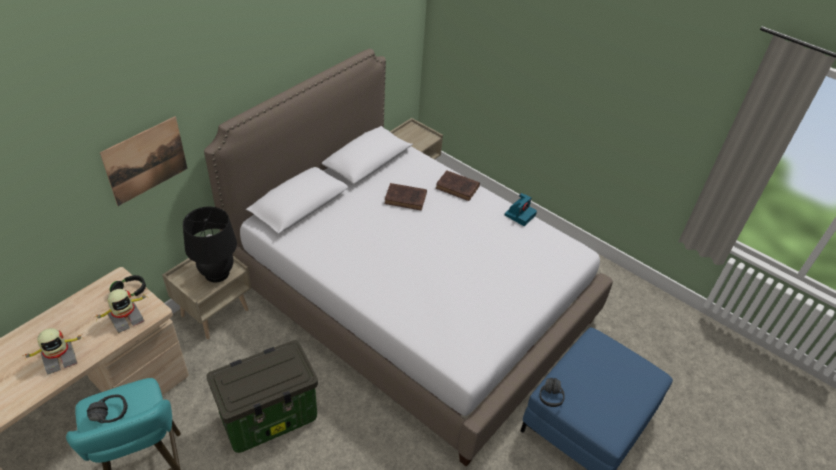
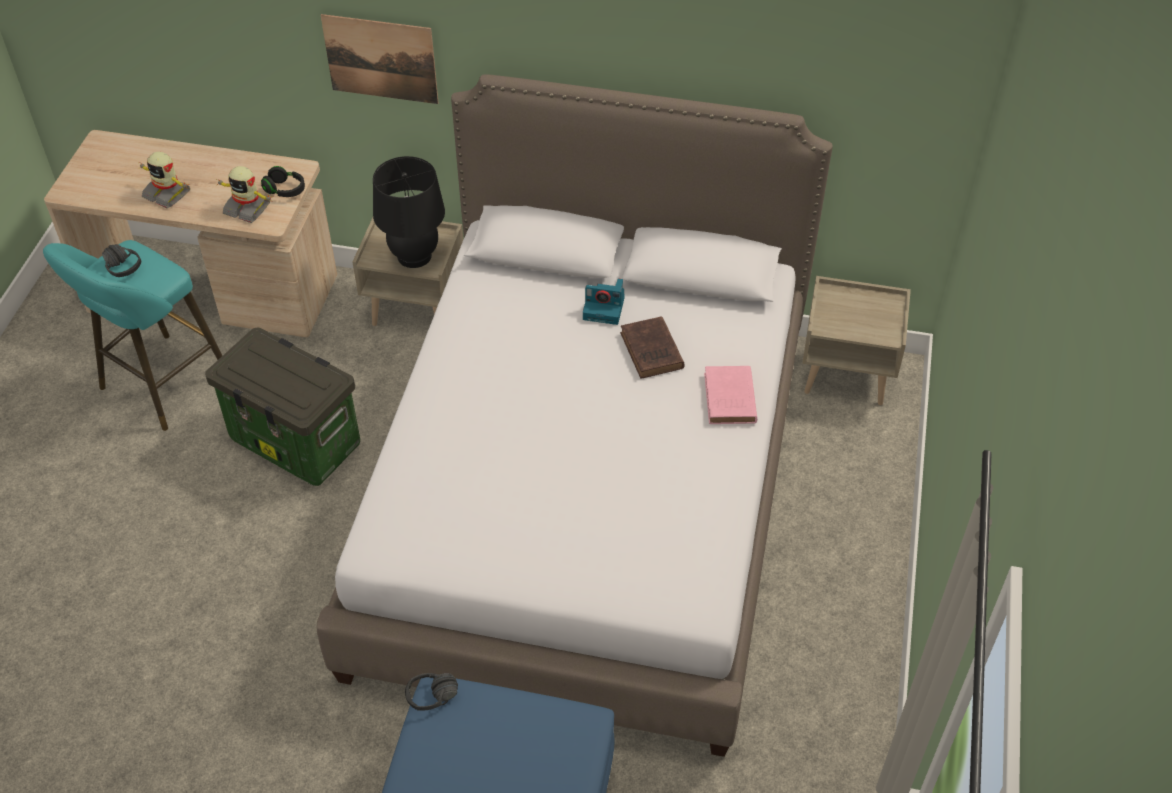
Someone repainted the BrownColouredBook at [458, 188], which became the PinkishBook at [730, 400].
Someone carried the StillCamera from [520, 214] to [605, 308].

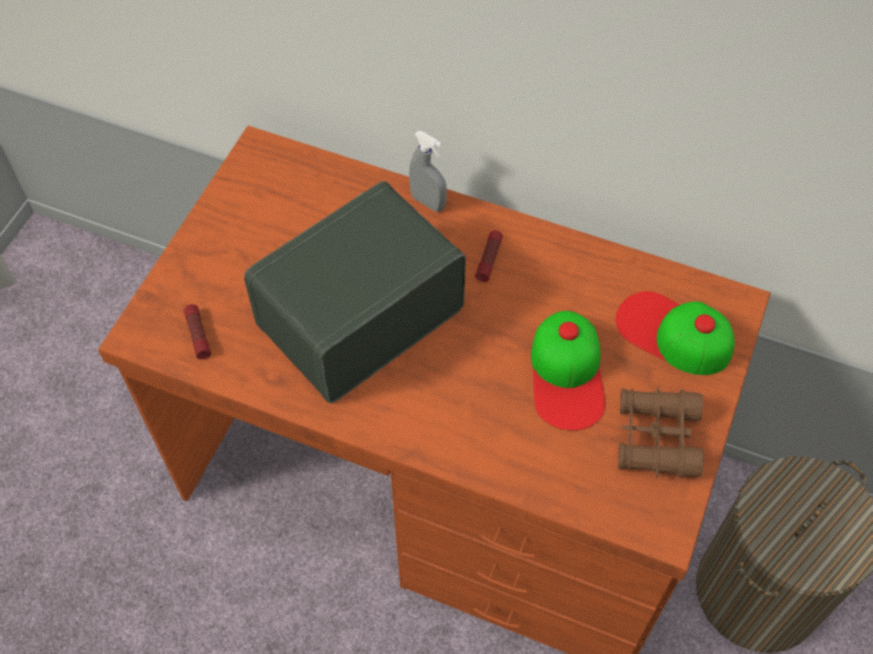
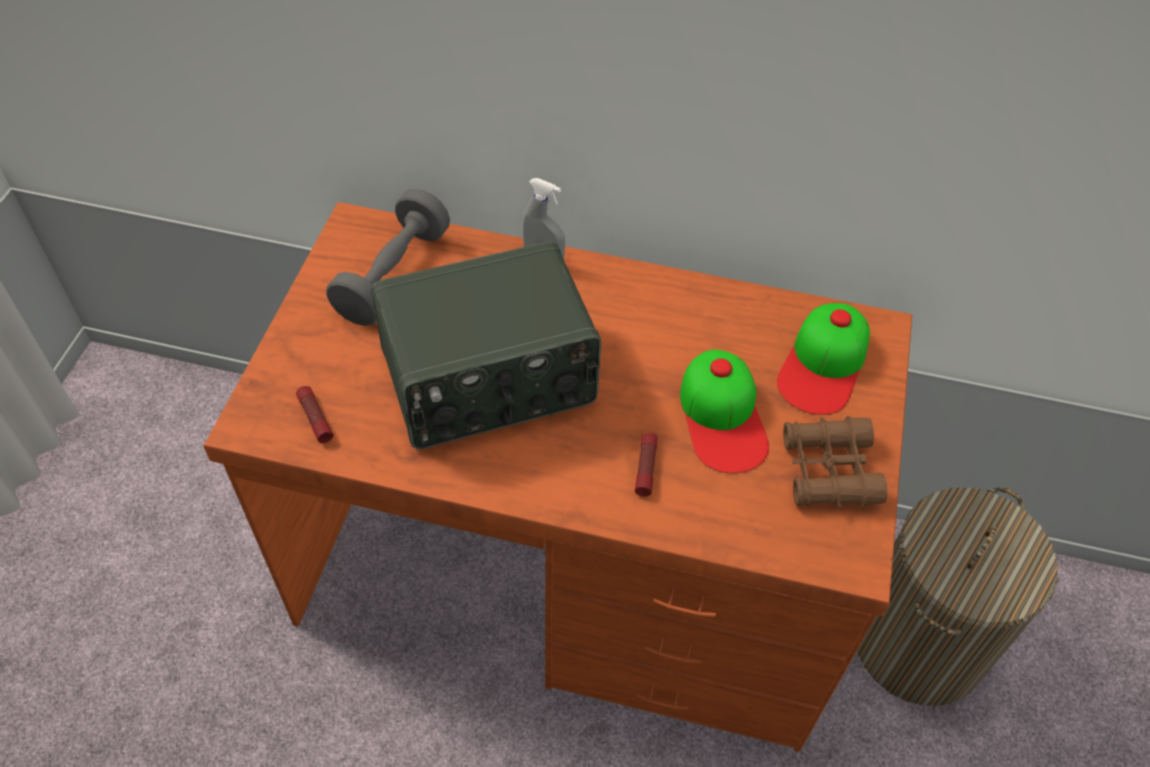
Someone rotated the RadioSet at [358, 315] by 150 degrees counterclockwise.
Someone carried the HandTorch from [489, 259] to [645, 468].
Someone rotated the Cap at [673, 334] by 90 degrees counterclockwise.
Someone put down the GrayHandWeight at [393, 275].

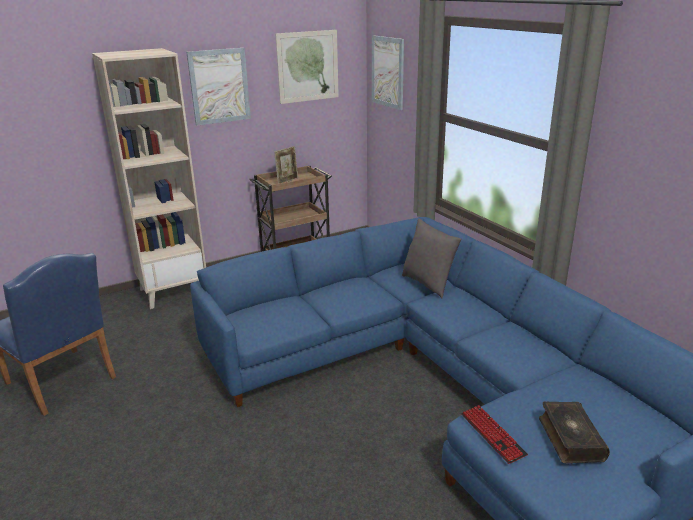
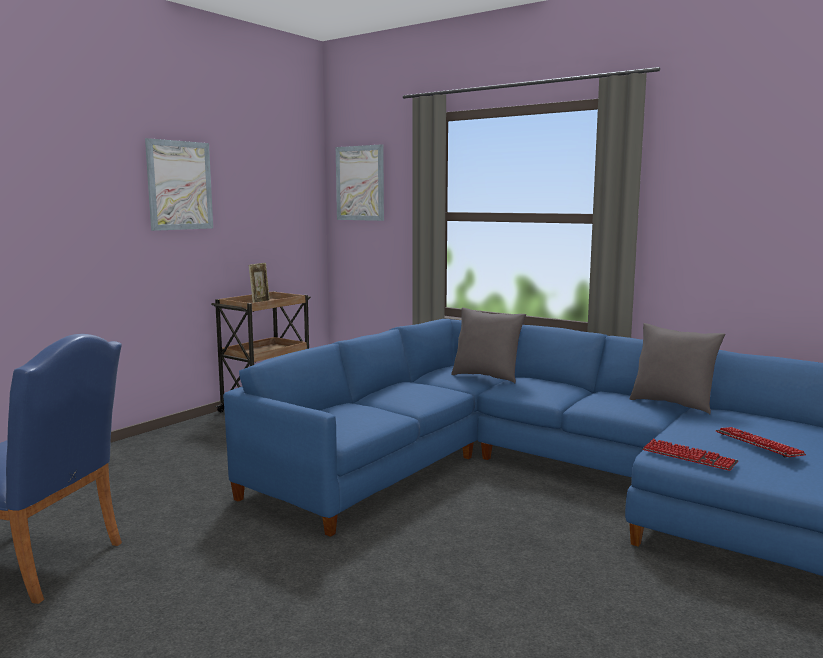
Someone took away the WallPicture at [308, 66].
Someone took away the BeigeColouredBookcase at [173, 291].
Someone swapped the Book at [570, 439] for the PcKeyboard at [758, 444].
Someone put down the GrayPillow at [672, 404].

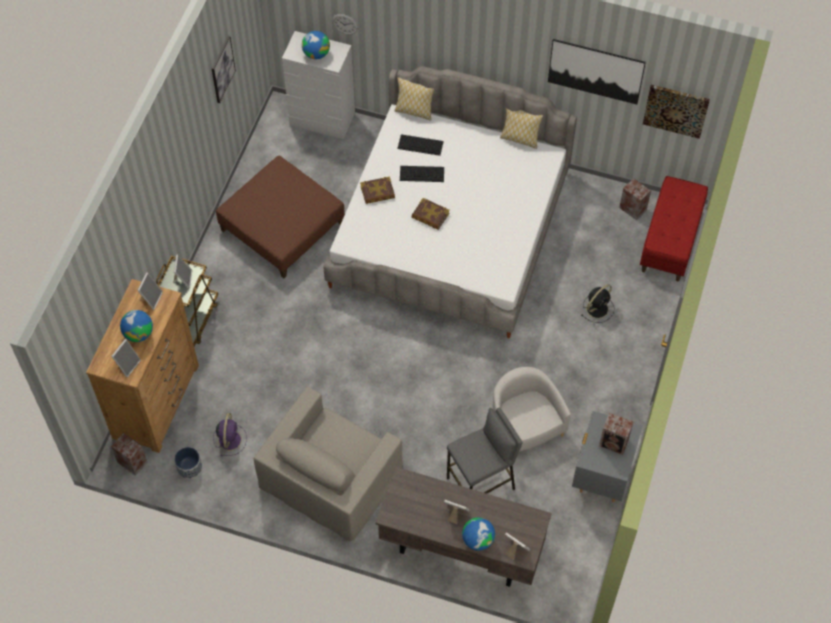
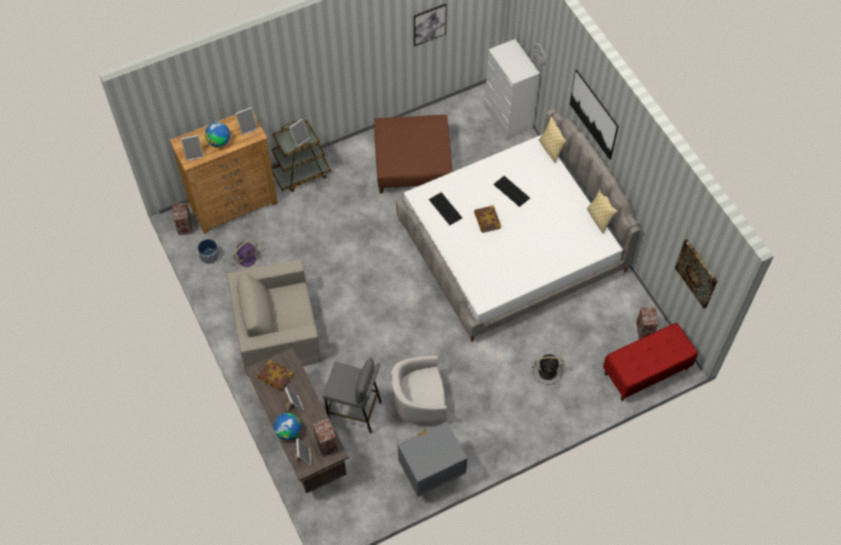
Someone took away the Globe at [316, 54].
Someone carried the WallPicture from [595, 71] to [593, 114].
Someone carried the PcKeyboard from [421, 145] to [445, 209].
Someone carried the Book from [377, 192] to [275, 377].
Someone rotated the WhiteEasyChair at [524, 426] by 120 degrees counterclockwise.
Someone carried the AudioSpeaker from [614, 443] to [326, 445].

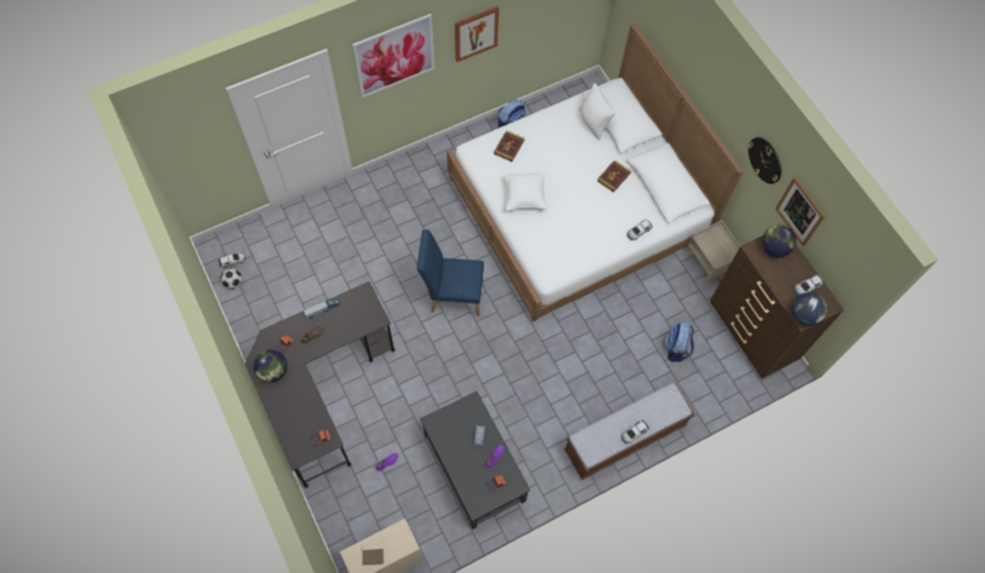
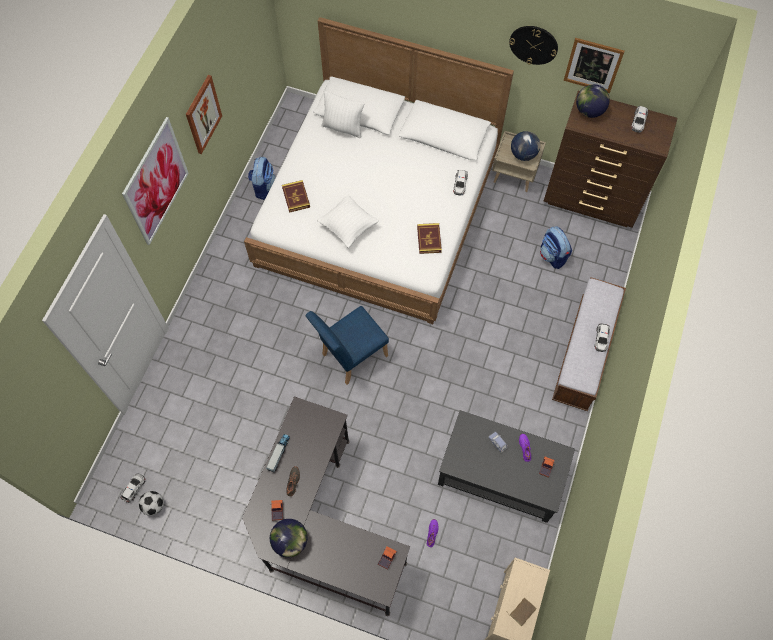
Someone carried the Book from [613, 177] to [429, 239].
Someone carried the Globe from [804, 316] to [523, 154].

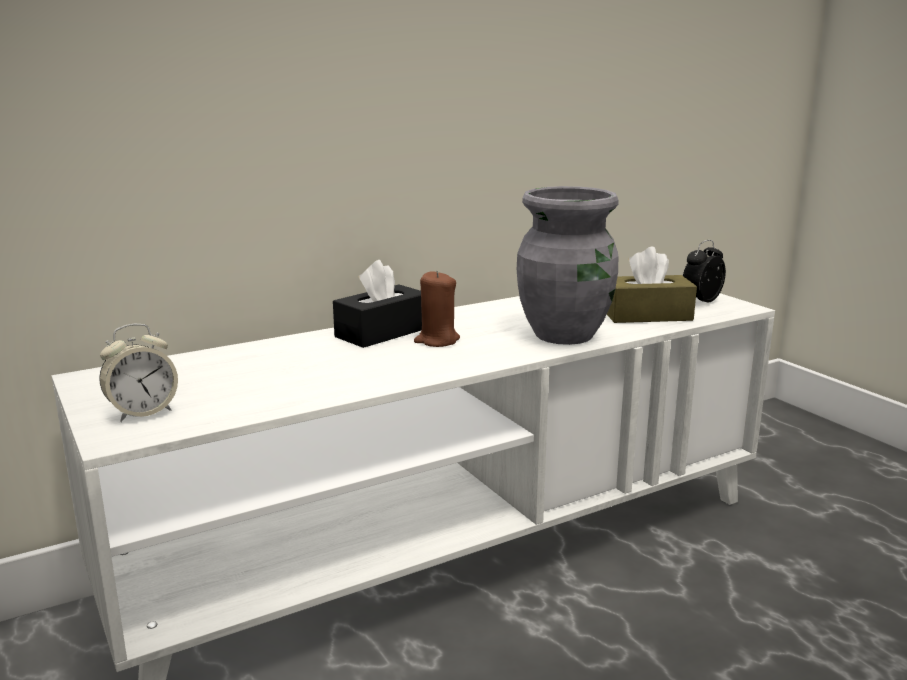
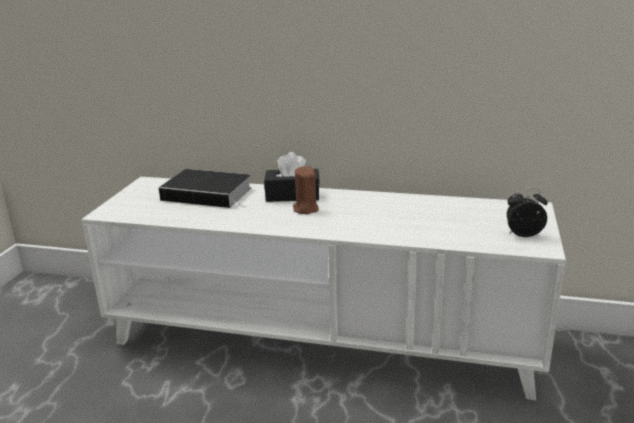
Someone took away the GrayDecorativeVase at [565, 335].
Someone took away the BrownColouredTissueHolder at [647, 315].
Someone took away the BedsideClock at [142, 412].
Someone put down the Book at [210, 194].

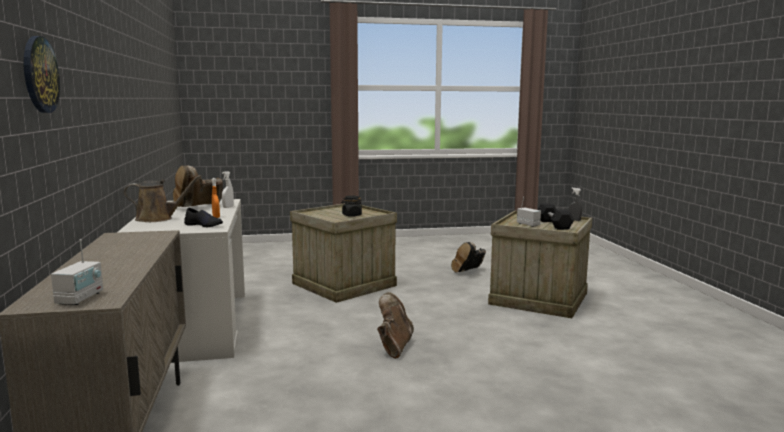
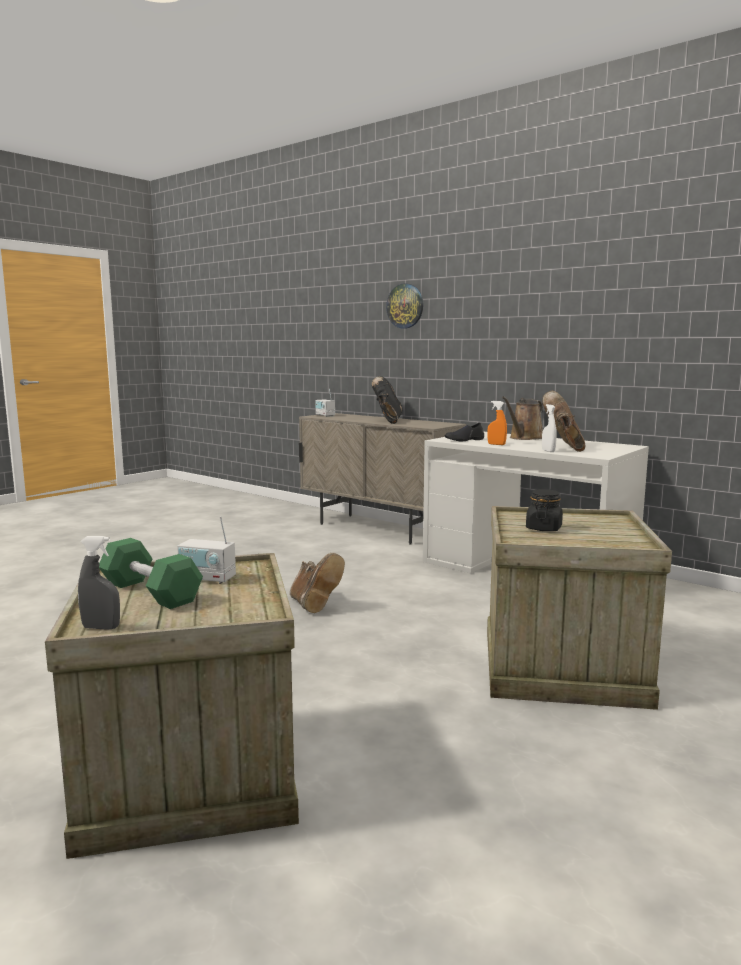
Someone repainted the BlackColouredHandWeight at [553, 224], which became the GreenHandWeight at [150, 592].
Someone carried the BlackColouredHighTopBoot from [468, 272] to [387, 421].

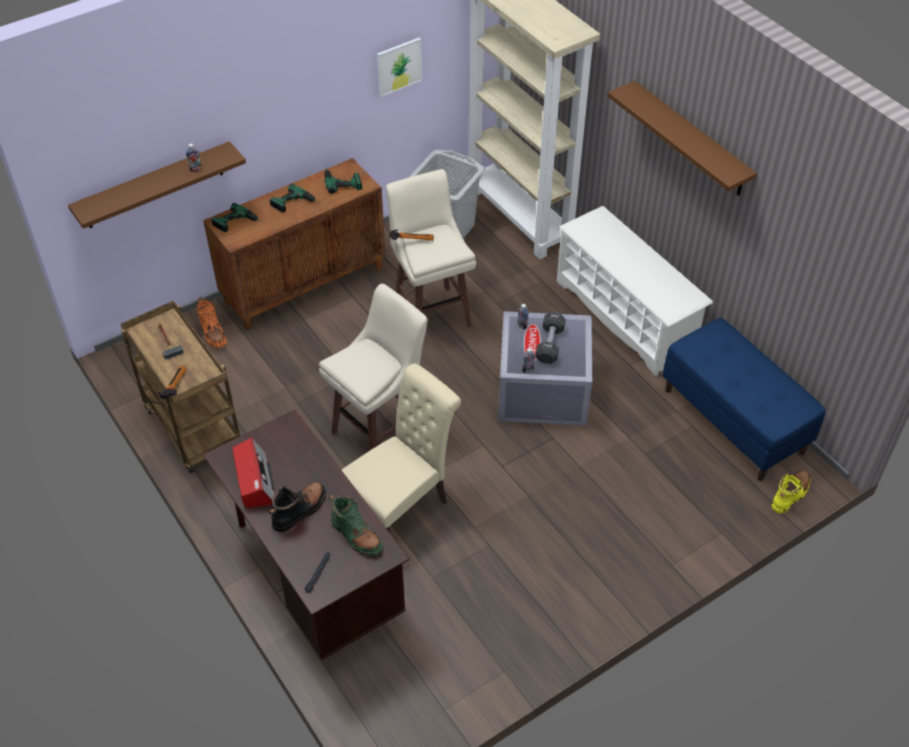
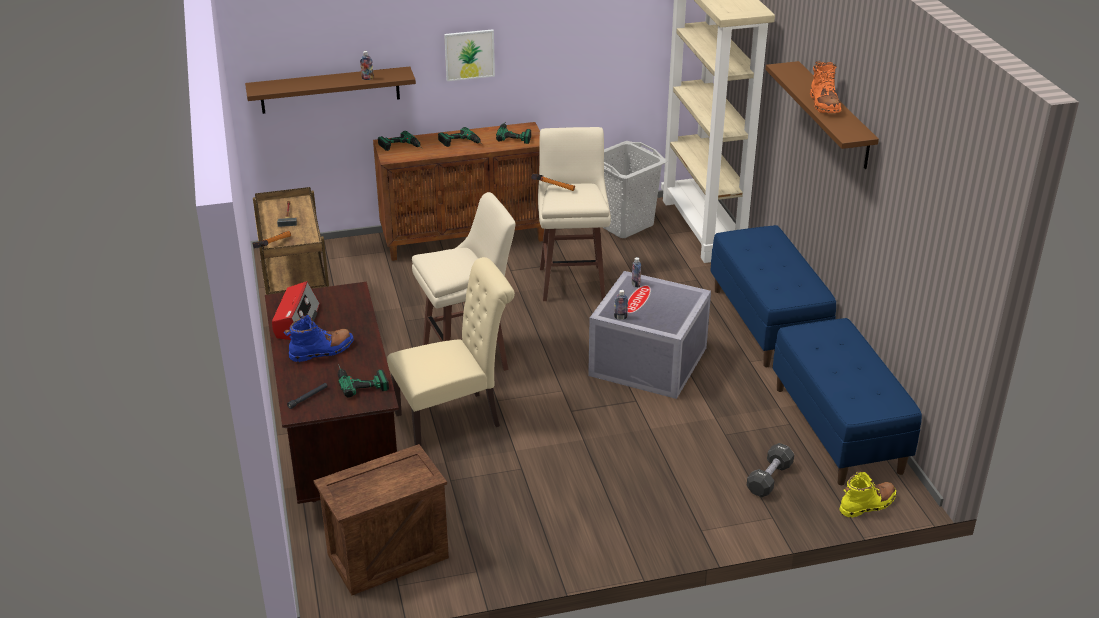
Someone carried the WallPicture from [399, 66] to [469, 54].
Someone swapped the WhiteShoeShelf at [625, 316] for the BlueLongSeat at [767, 323].
Someone carried the OrangeyHighTopBoot from [212, 333] to [824, 104].
Someone carried the BlackColouredHandWeight from [550, 344] to [769, 479].
Someone repainted the BlackColouredHighTopBoot at [299, 511], which became the BlueHighTopBoot at [321, 351].
Someone swapped the GreenHighTopBoot at [356, 535] for the Drill at [360, 380].
Someone put down the ShippingCrate at [388, 555].

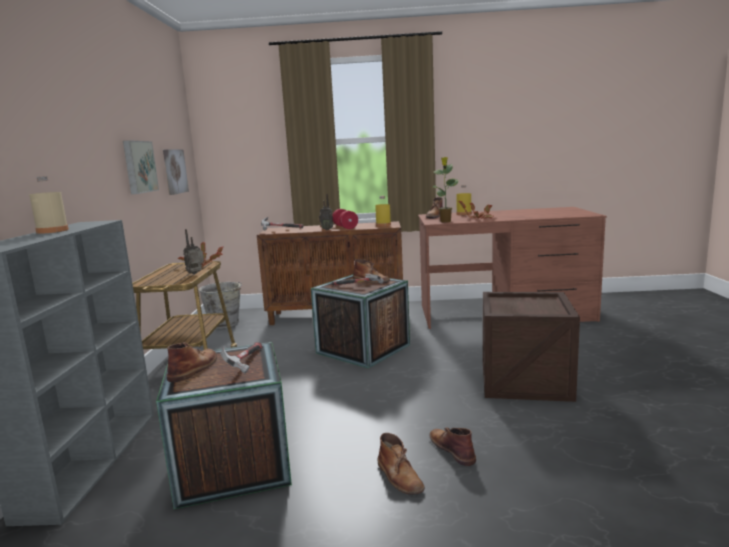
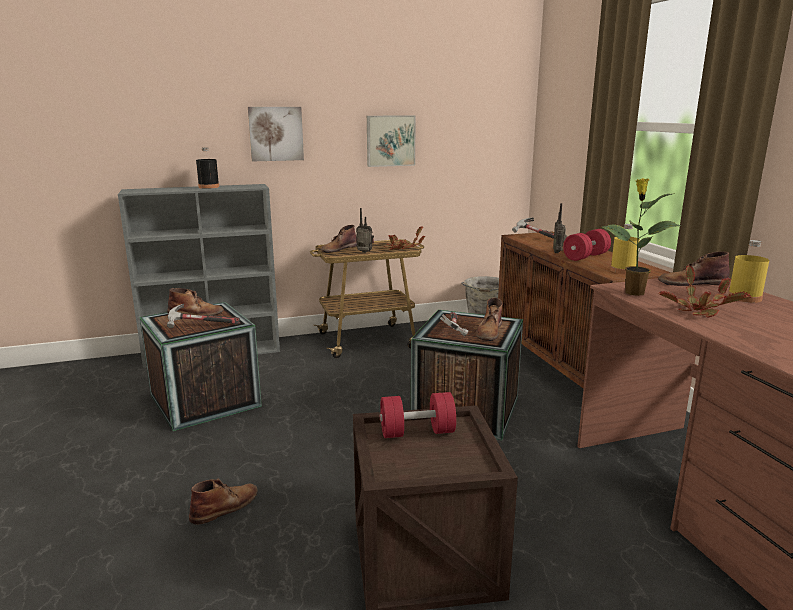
Someone carried the WallPicture from [174, 171] to [276, 133].
Someone repainted the BeigeColouredDrinkBottle at [52, 231], which became the BlackColouredDrinkBottle at [209, 187].
Someone carried the BrownColouredHighTopBoot from [399, 477] to [338, 248].
Someone put down the ReddishHandWeight at [417, 432].

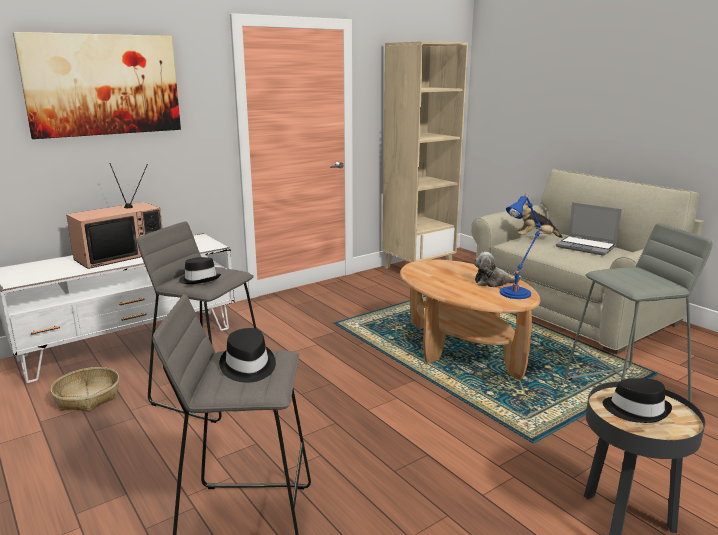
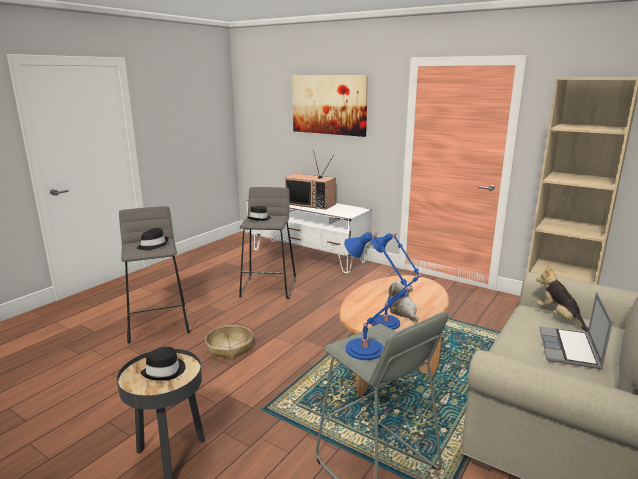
Someone carried the StorageBasket from [87, 397] to [229, 347].
Someone put down the BlueLampForATable at [367, 350].

